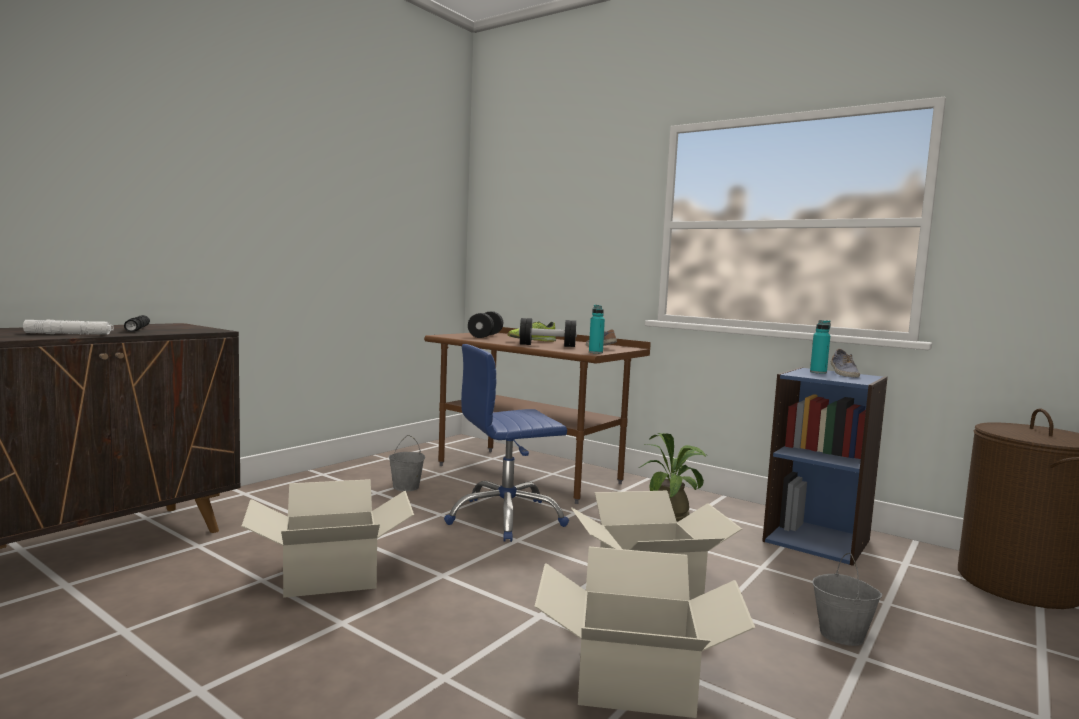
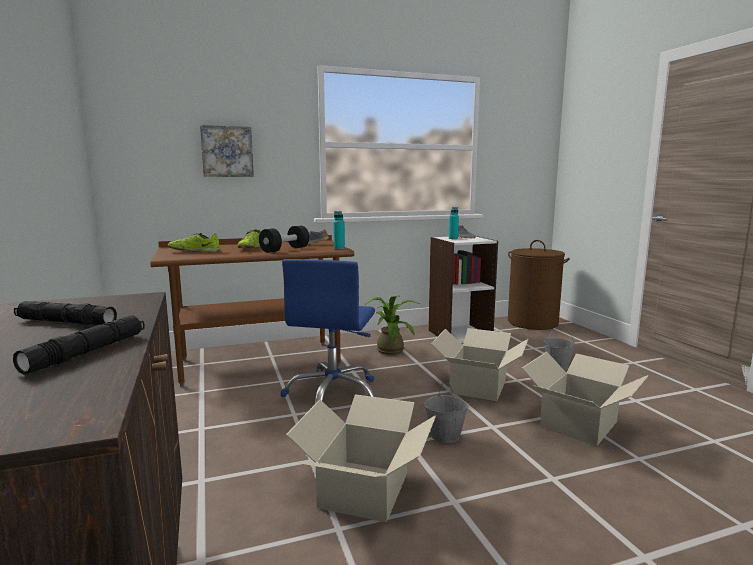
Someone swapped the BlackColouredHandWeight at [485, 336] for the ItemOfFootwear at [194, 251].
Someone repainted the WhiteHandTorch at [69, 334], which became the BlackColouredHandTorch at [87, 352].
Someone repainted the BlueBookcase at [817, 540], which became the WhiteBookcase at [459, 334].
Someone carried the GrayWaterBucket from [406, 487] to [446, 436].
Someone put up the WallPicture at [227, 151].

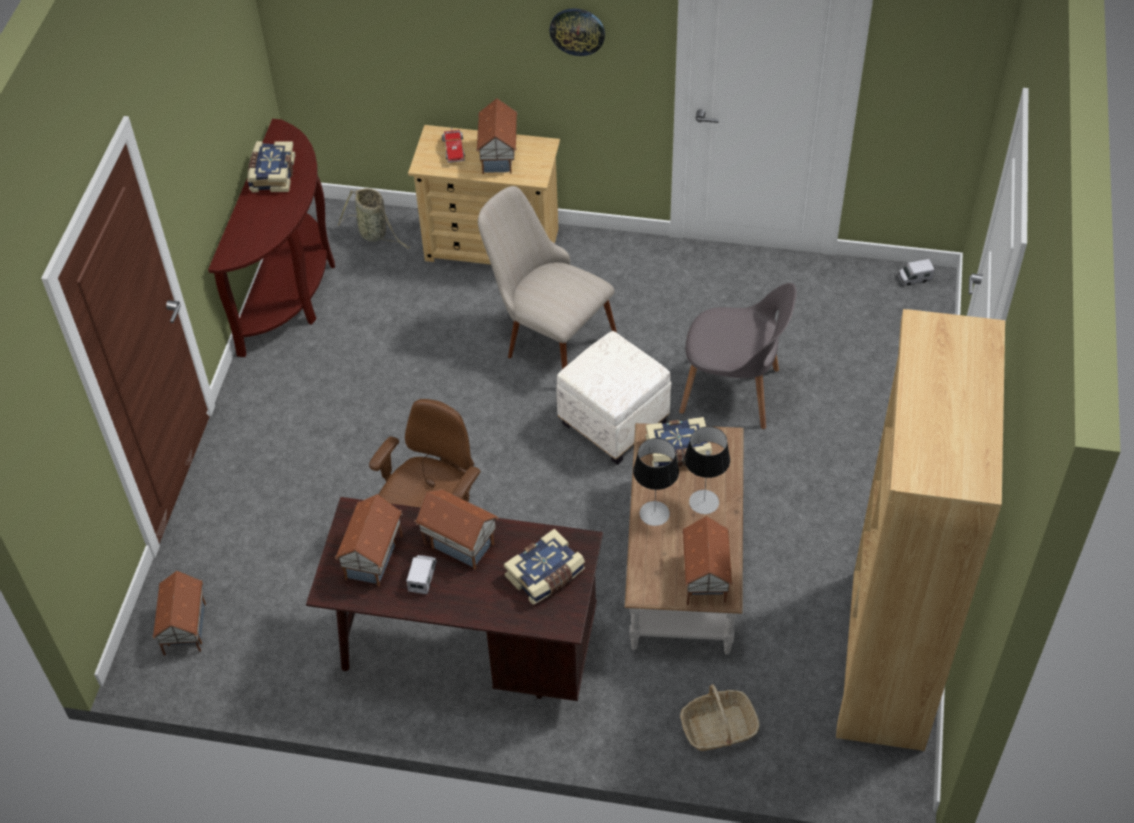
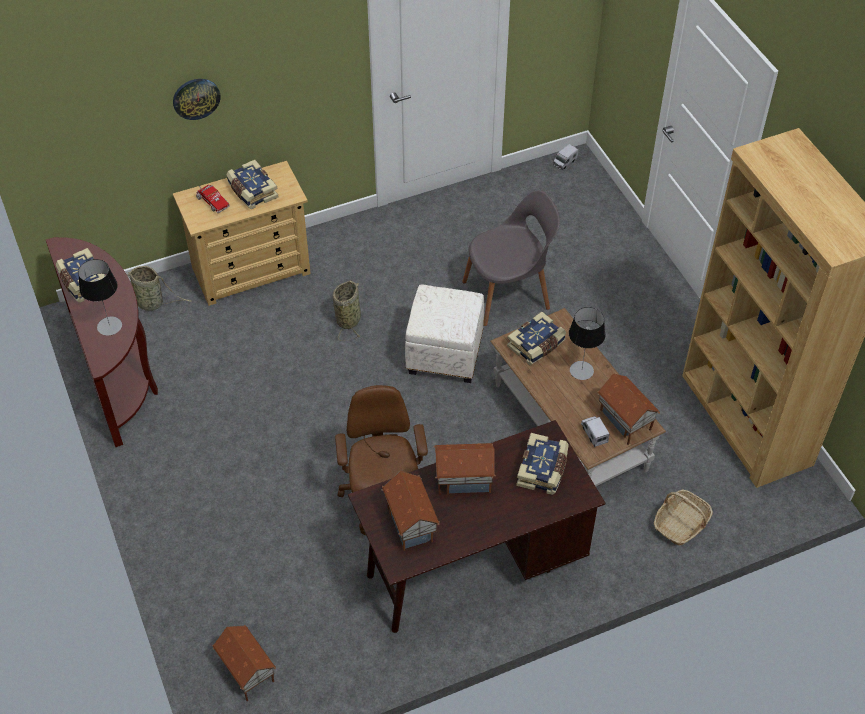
Someone carried the ClockOnTheWall from [577, 31] to [196, 98].
Someone swapped the ToyHouse at [500, 155] for the Book at [252, 191].
Someone swapped the BeigeColouredPlainChair at [548, 338] for the StorageBasket at [349, 318].
Someone carried the LampForATable from [654, 513] to [109, 326].
Someone carried the ModelTruck from [422, 577] to [594, 433].

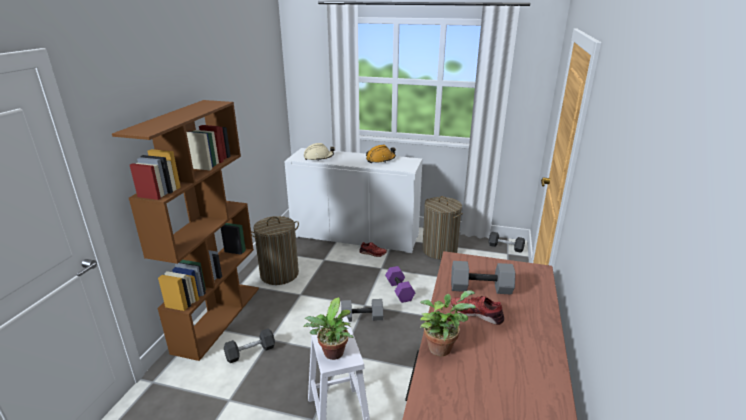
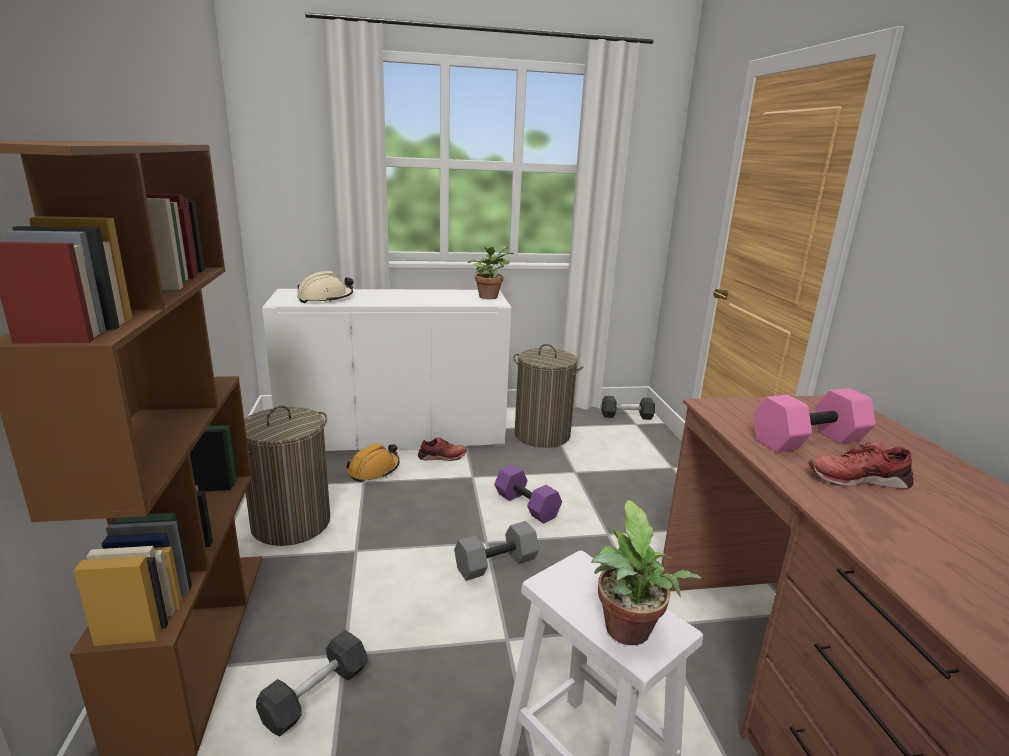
Someone carried the OrangeySafetyHelmet from [380, 159] to [374, 470].
Someone repainted the GrayHandWeight at [480, 288], which became the PinkishHandWeight at [808, 441].
Someone carried the Houseplant from [441, 346] to [489, 296].

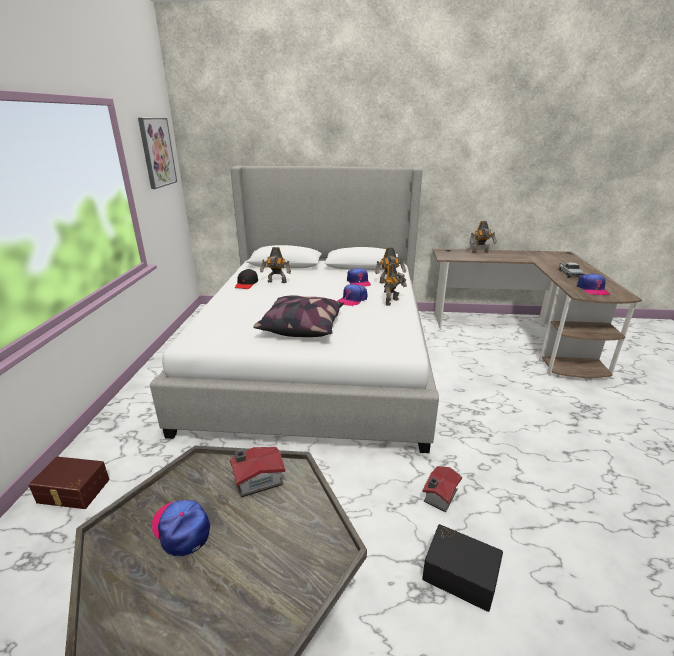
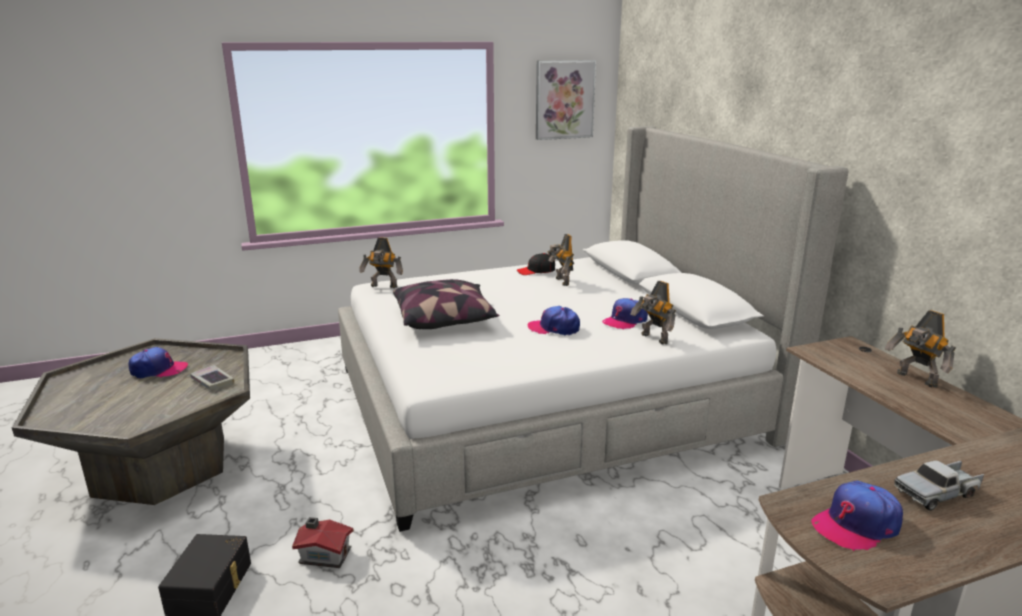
Someone carried the ToyRobot from [393, 302] to [383, 286].
Someone swapped the ToyHouse at [257, 480] for the Book at [212, 381].
Someone took away the BrownColouredStorageBox at [73, 492].
Someone rotated the Cap at [181, 528] by 60 degrees clockwise.

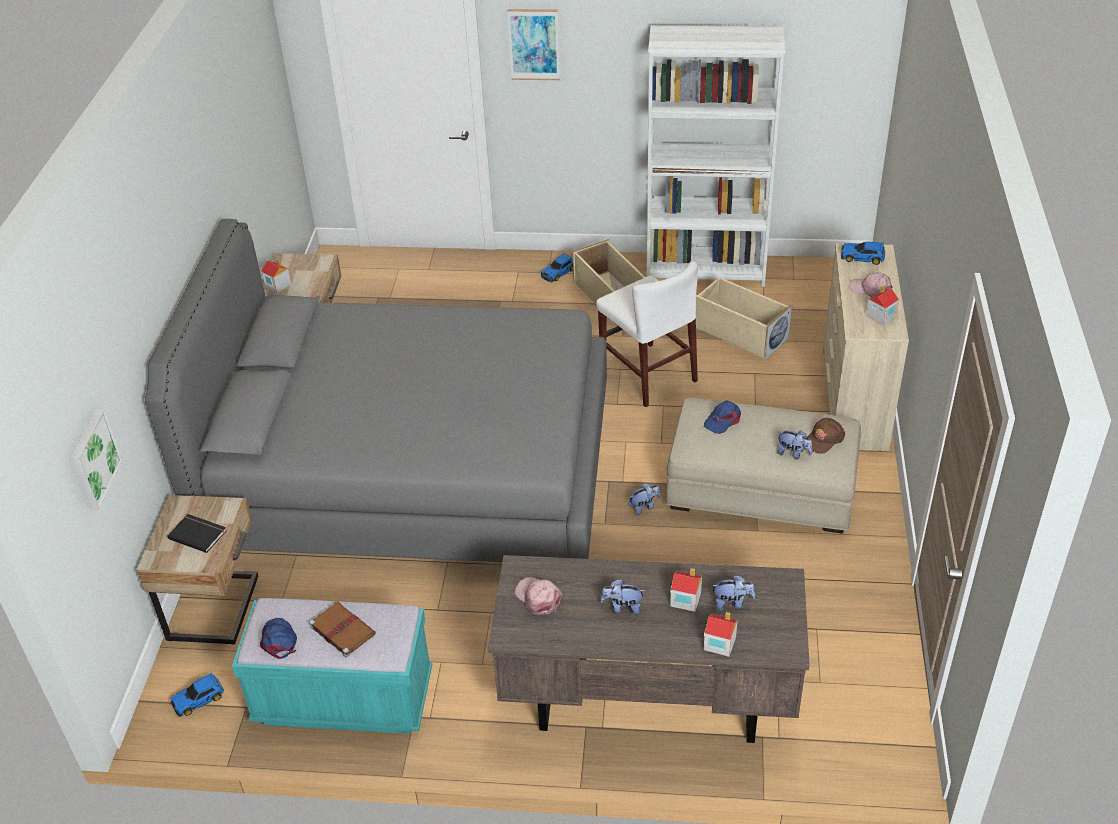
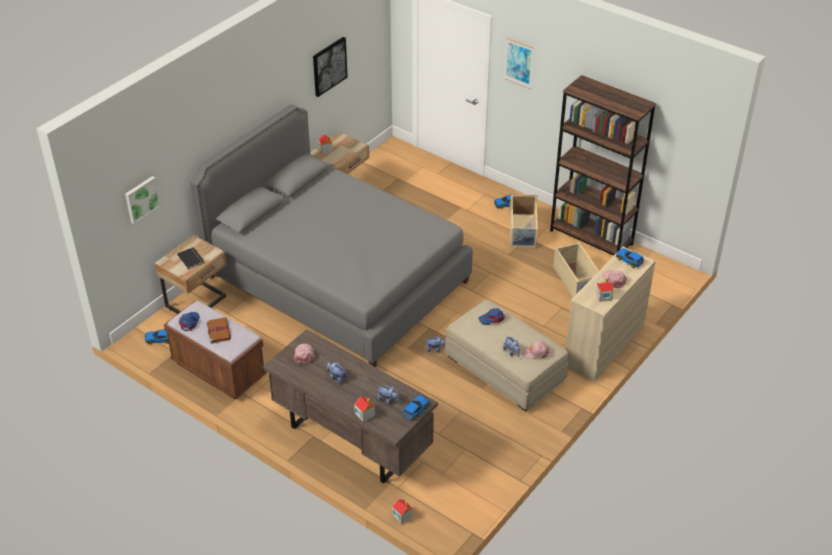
Someone repainted the WhiteBookcase at [706, 271], which became the BrownColouredBookcase at [591, 237].
Someone took away the WhitePlainChair at [648, 374].
Someone repainted the BrownColouredCap at [823, 439], which became the PinkishCap at [535, 352].
Someone carried the ToyHouse from [685, 599] to [402, 516].
Someone repainted the TurquoiseLongSeat at [344, 699], which became the BrownColouredLongSeat at [218, 370].
Someone put up the WallPicture at [329, 66].
Someone put down the MiniatureCar at [415, 411].

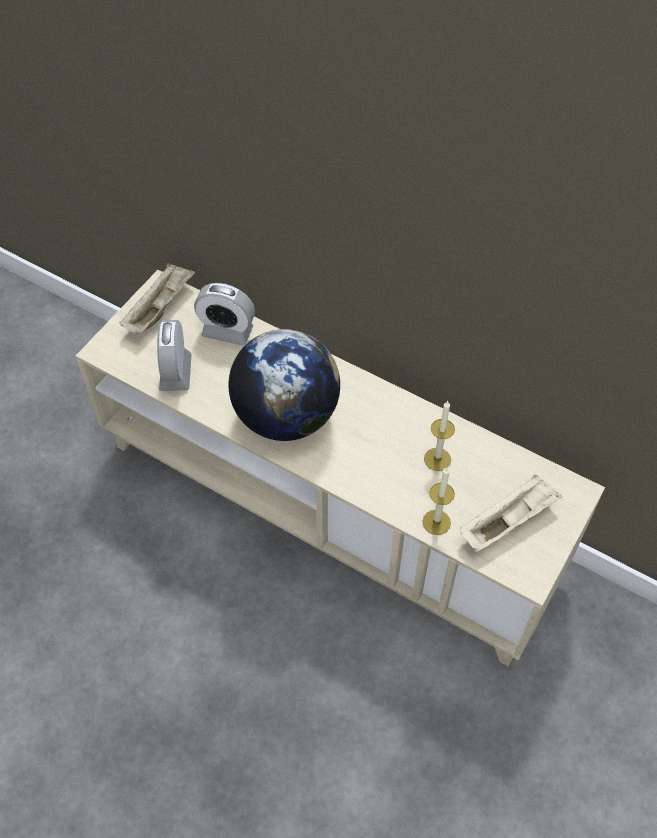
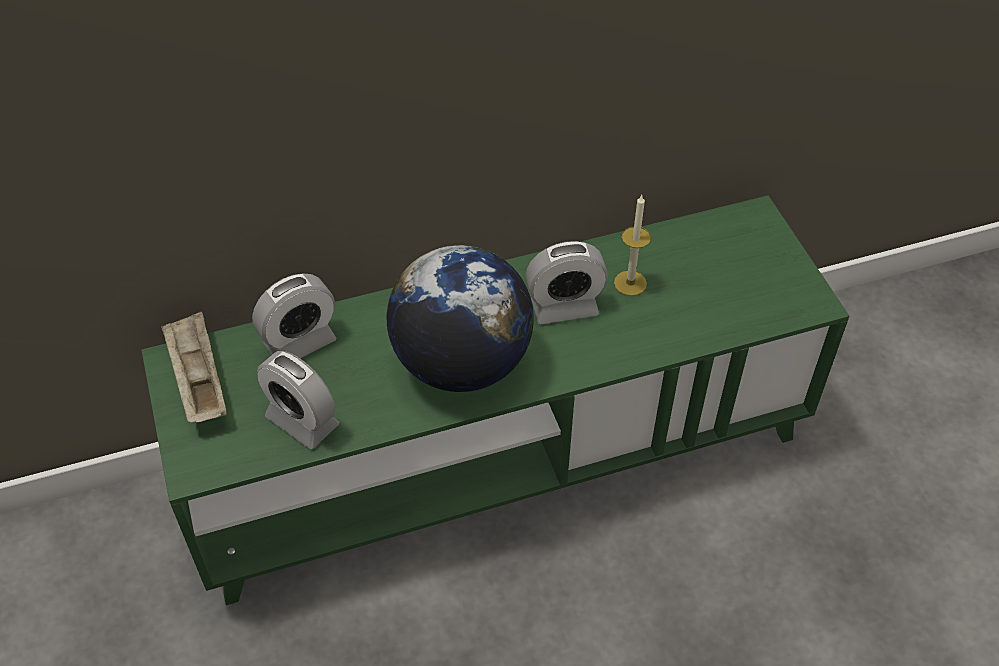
Someone repainted the BeigeColouredMediaConsole at [328, 506], which became the GreenMediaConsole at [499, 459].
Someone took away the WaxLight at [436, 522].
Someone took away the BeigeColouredServingTray at [507, 521].
Someone put down the BedsideClock at [564, 307].

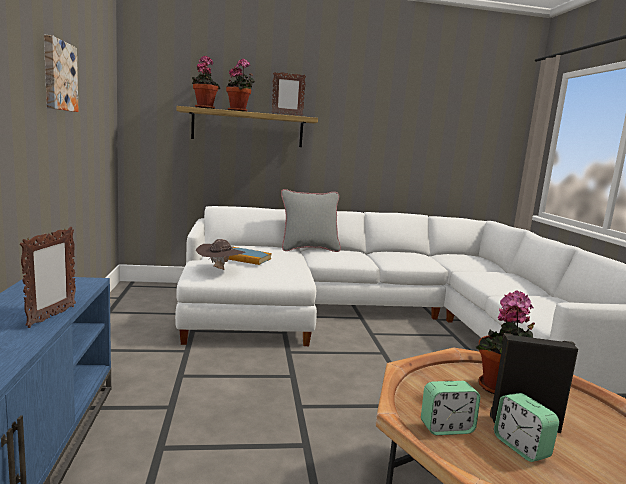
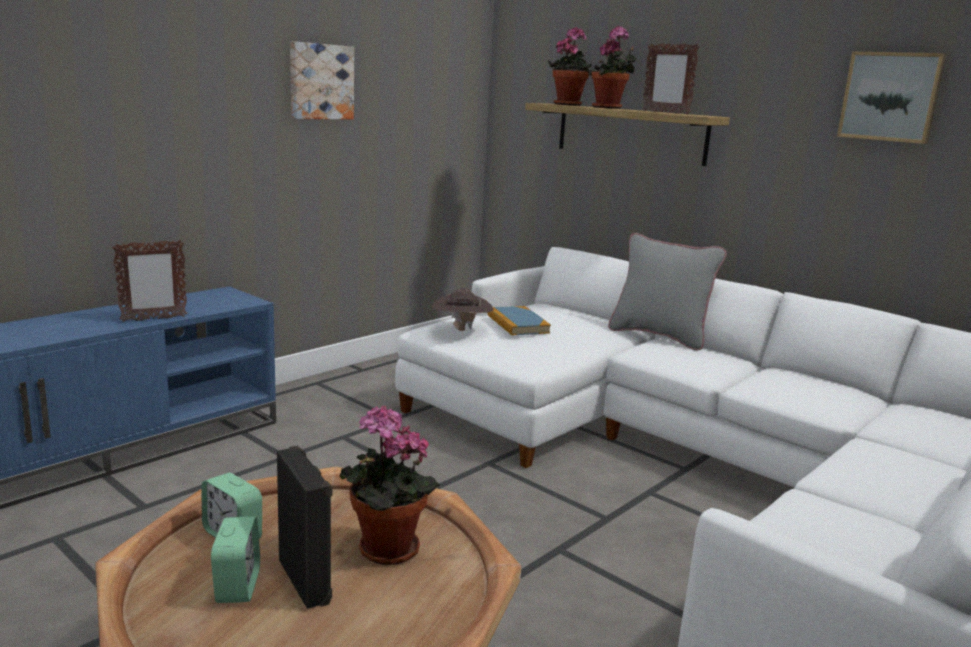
Someone rotated the BedsideClock at [521, 447] by 150 degrees clockwise.
Someone put up the WallPicture at [890, 97].

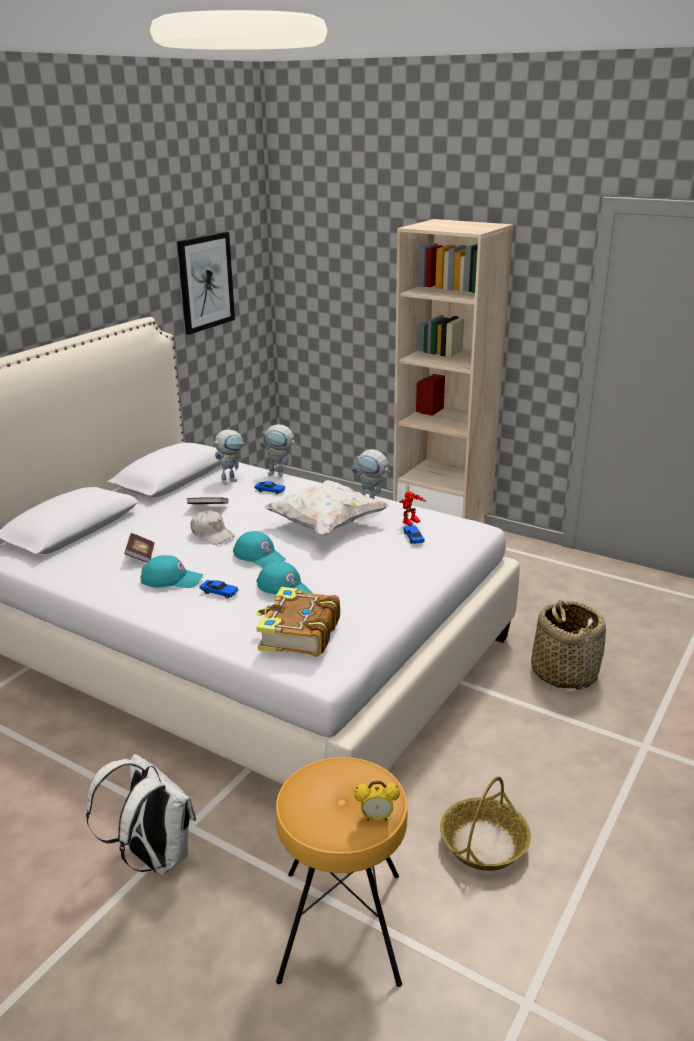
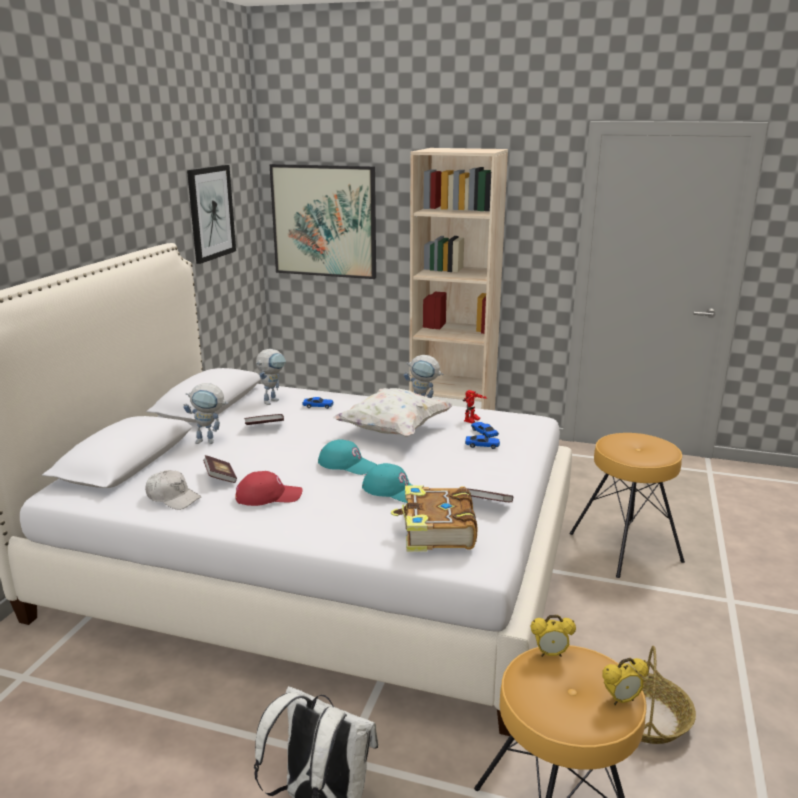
Someone carried the ToyRobot from [280, 474] to [210, 441].
Someone carried the WhiteCap from [212, 534] to [173, 498].
Someone repainted the TurquoiseCap at [172, 579], which became the ReddishCap at [268, 496].
Someone carried the MiniatureCar from [219, 592] to [482, 445].
Someone swapped the StorageBasket at [564, 672] for the BrownColouredStool at [625, 547].
Someone put up the WallPicture at [324, 221].
Someone put down the Book at [486, 504].
Someone put down the BedsideClock at [550, 654].

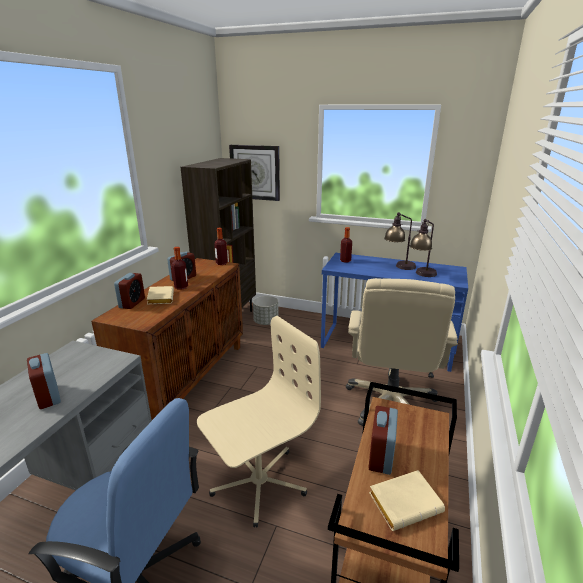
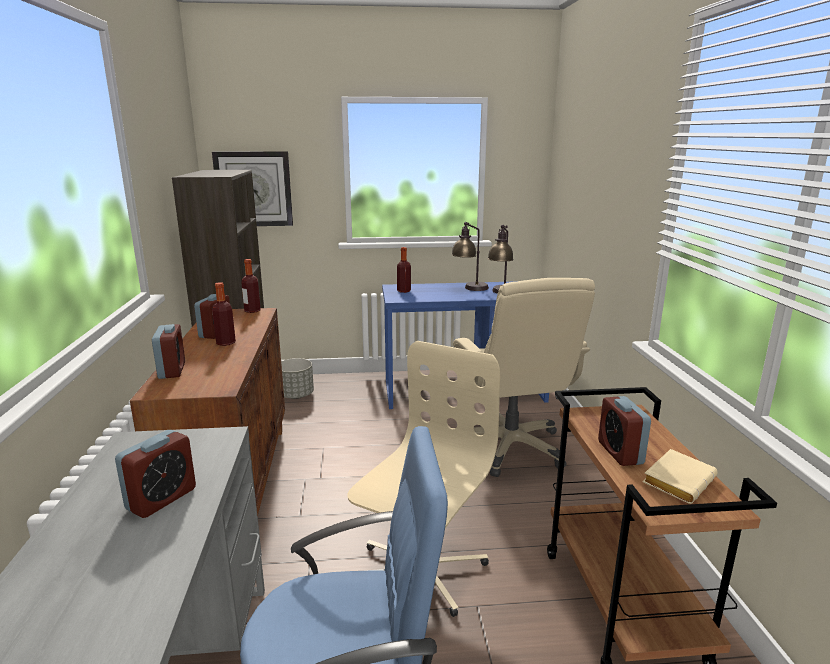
Someone took away the BeigeColouredBook at [160, 298].
Someone rotated the BedsideClock at [48, 396] by 90 degrees counterclockwise.

